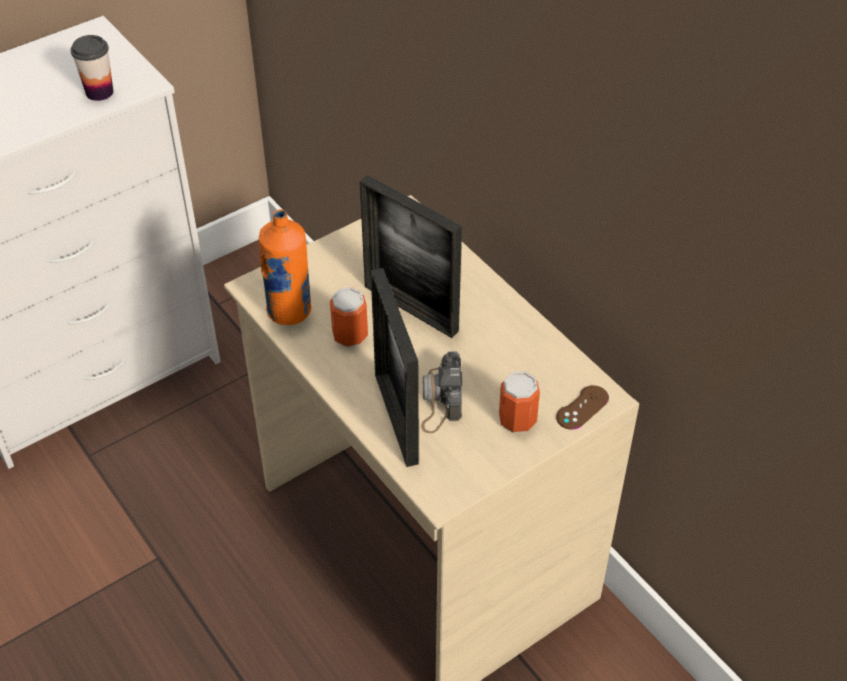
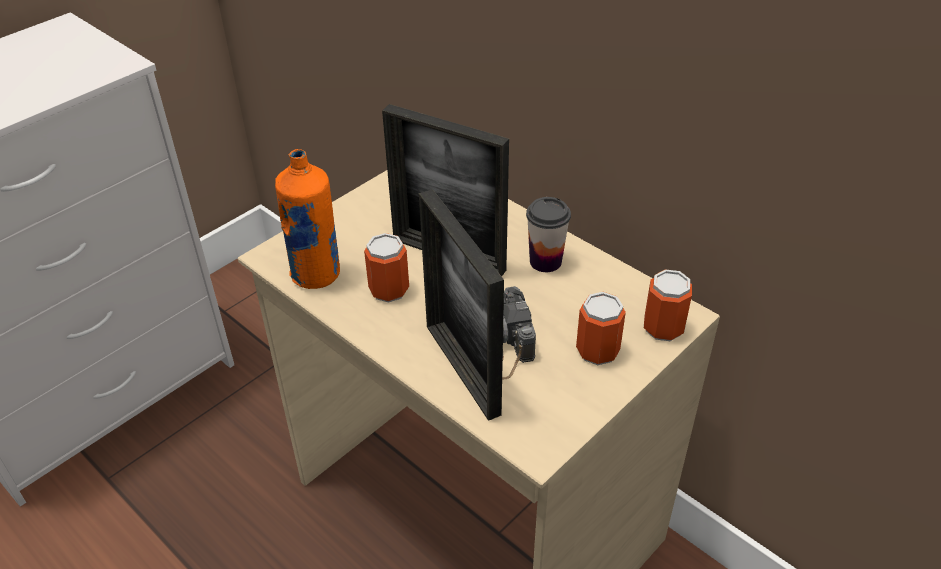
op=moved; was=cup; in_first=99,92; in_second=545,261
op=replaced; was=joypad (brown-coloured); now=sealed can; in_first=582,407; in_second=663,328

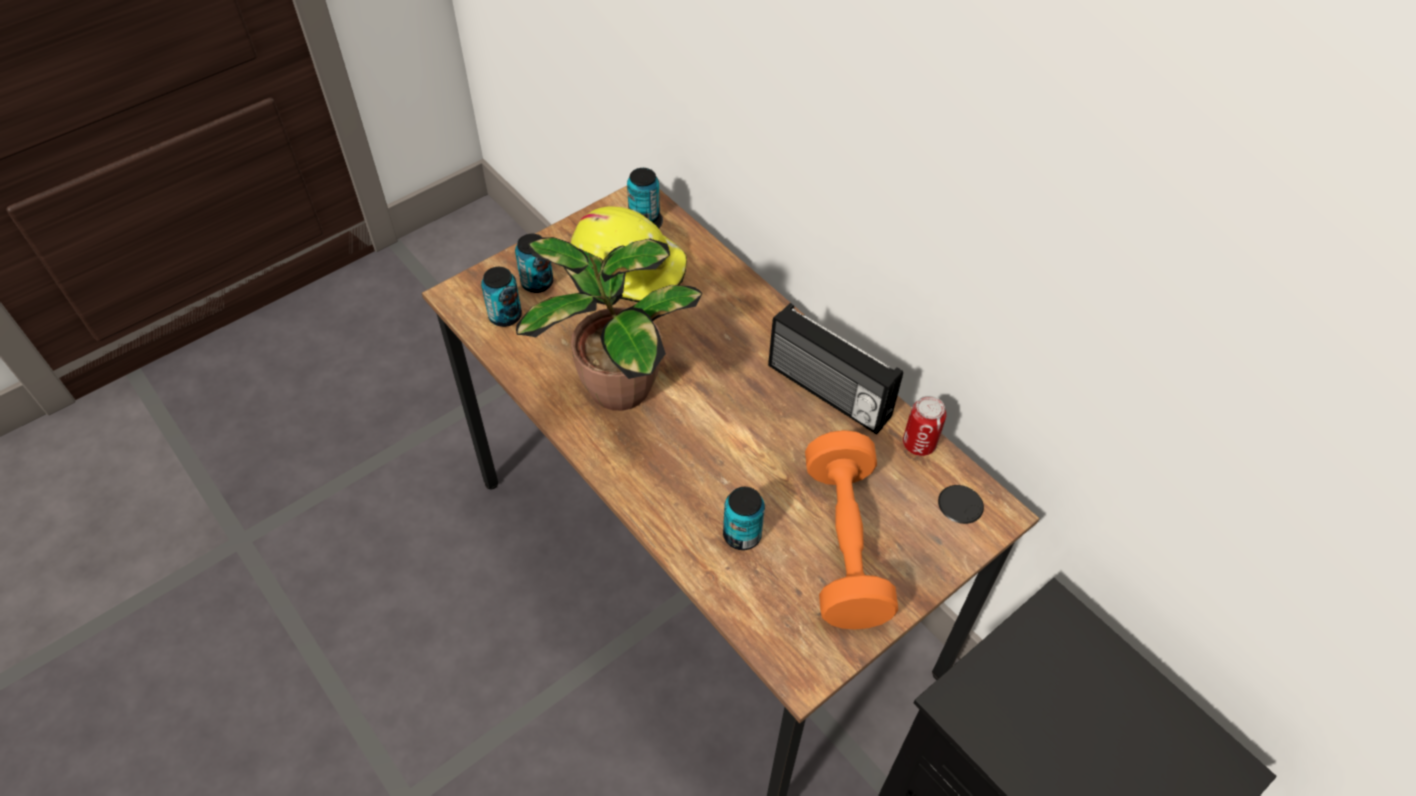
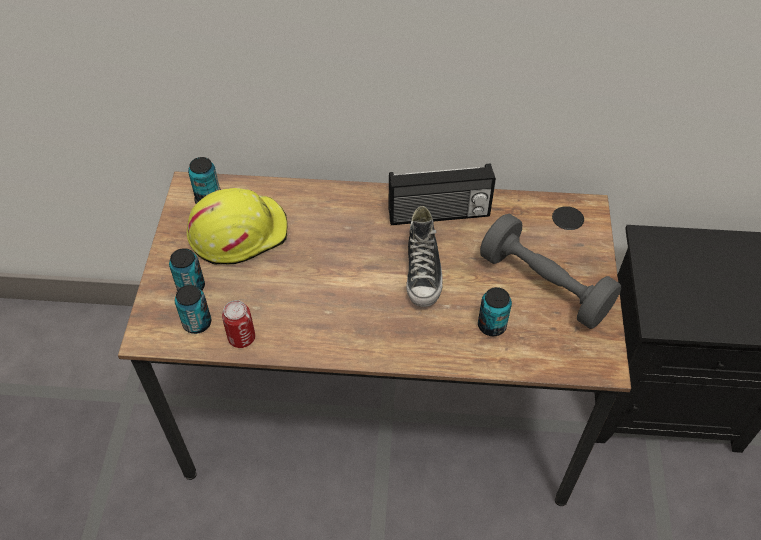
op=removed; was=potted plant; in_first=614,386
op=added; now=shoe; in_second=423,272
op=moved; was=sealed can; in_first=919,444; in_second=241,338
op=recoloured; was=hand weight (orange-coloured); now=hand weight (greyish); in_first=844,545; in_second=544,285

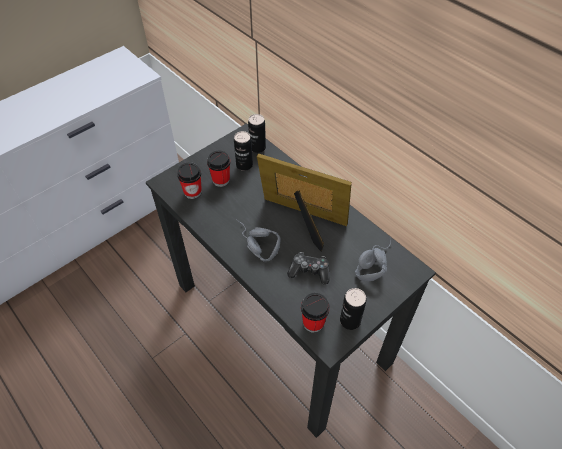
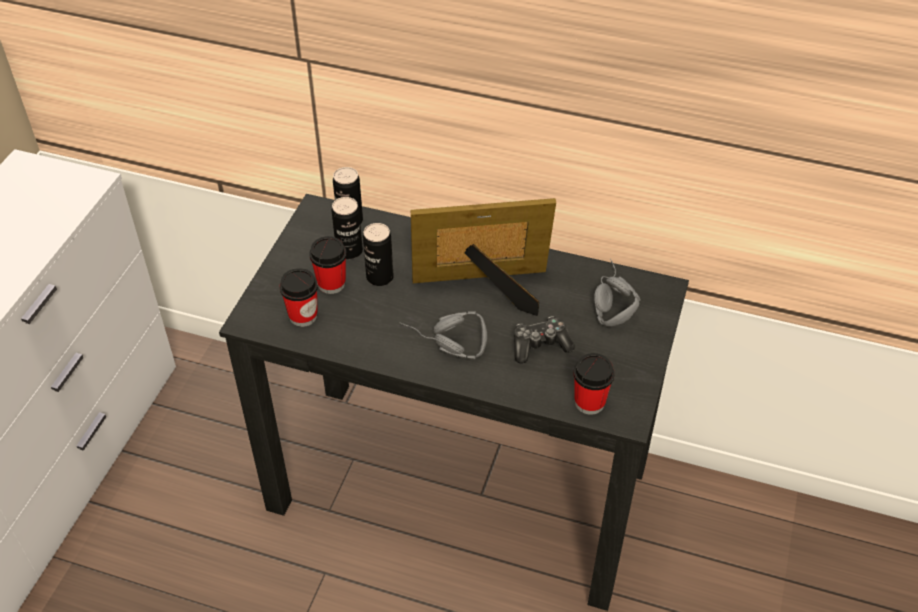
op=moved; was=sealed can; in_first=350,321; in_second=380,277

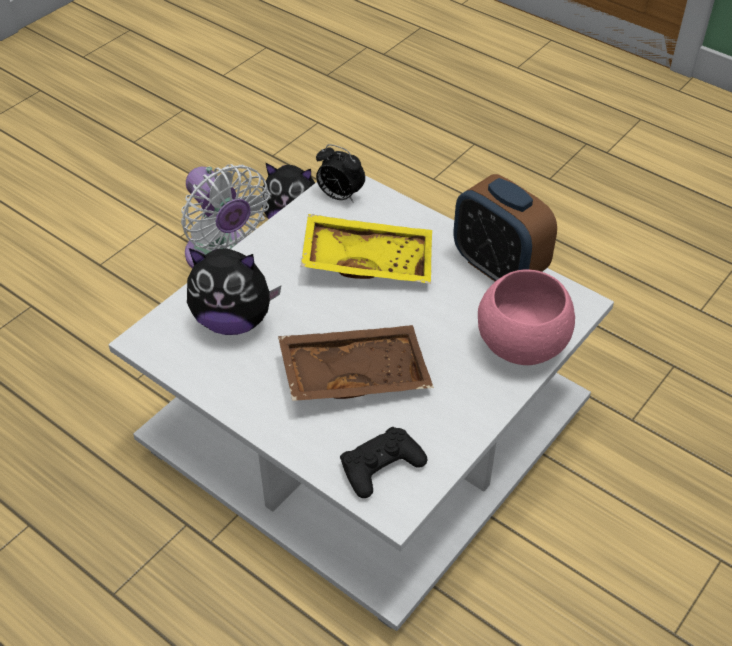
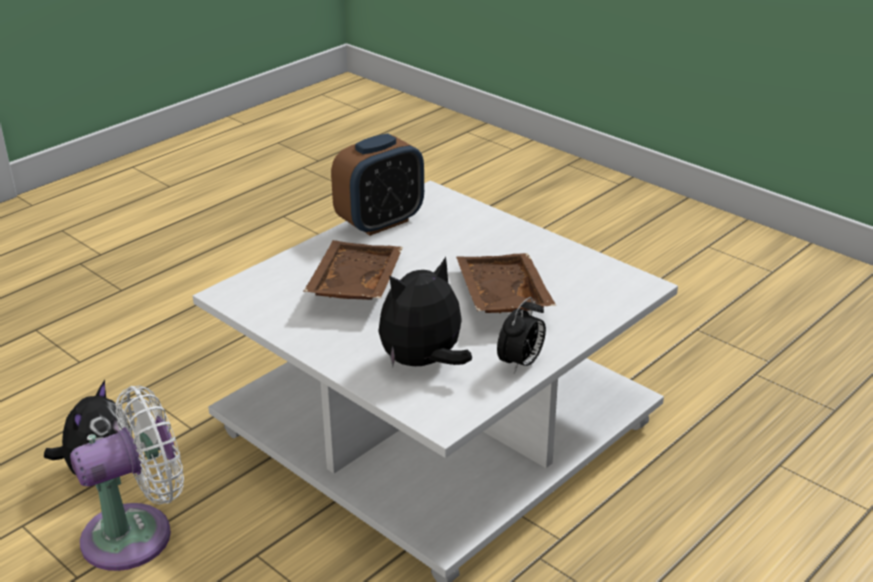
op=removed; was=joypad (blackish); in_first=381,466
op=removed; was=bowl (pinkish); in_first=520,345
op=moved; was=alarm clock; in_first=339,196; in_second=521,363
op=recoloured; was=carrying tray (yellow-coloured); now=carrying tray (brown-coloured); in_first=368,260; in_second=353,284
op=turned; was=plush toy; in_first=233,321; in_second=423,363; clockwise=-135

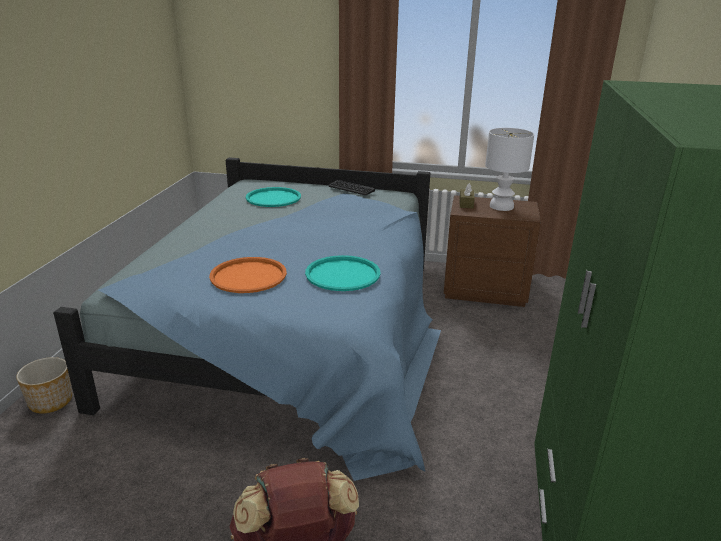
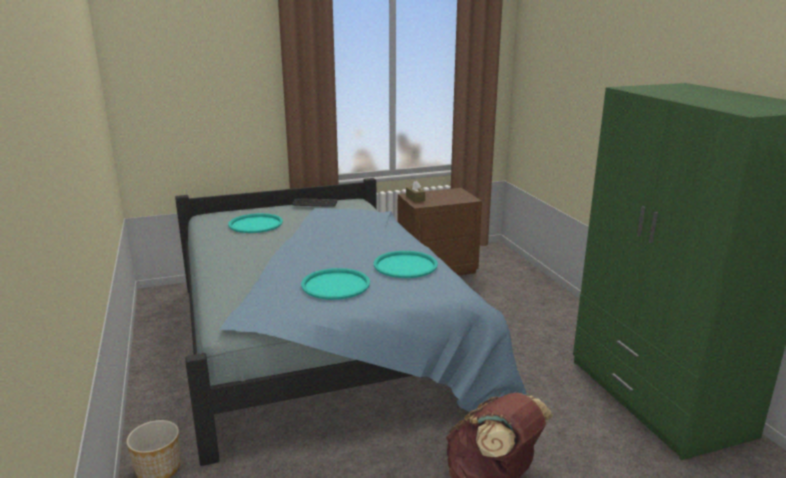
op=removed; was=table lamp (white); in_first=502,206
op=recoloured; was=carrying tray (orange-coloured); now=carrying tray (turquoise-coloured); in_first=248,276; in_second=335,285

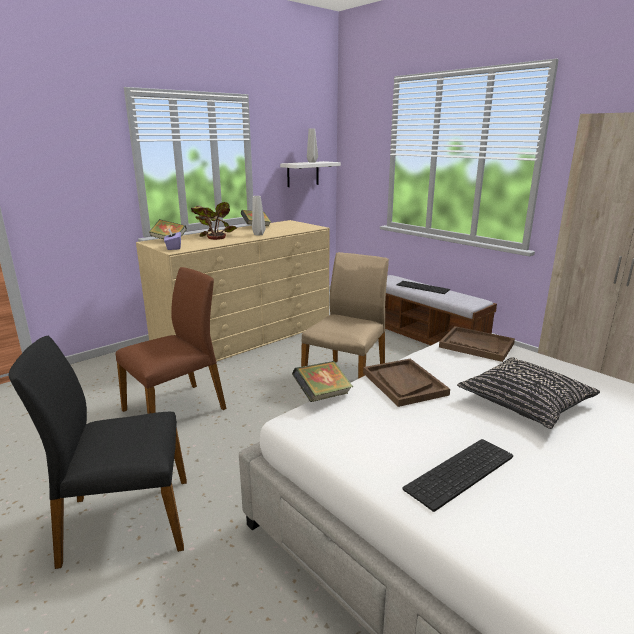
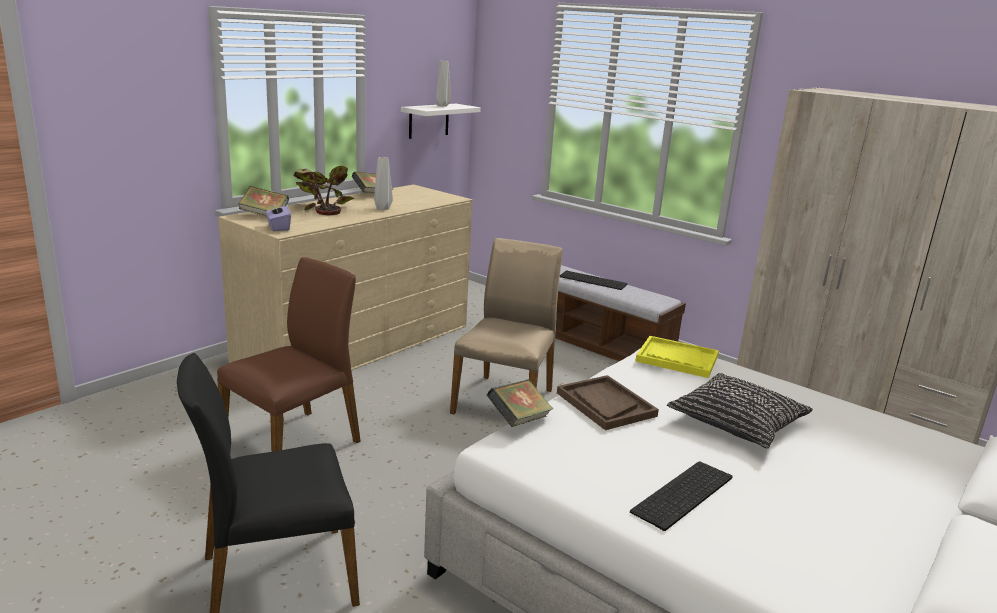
op=recoloured; was=carrying tray (brown-coloured); now=carrying tray (yellow-coloured); in_first=476,345; in_second=676,359

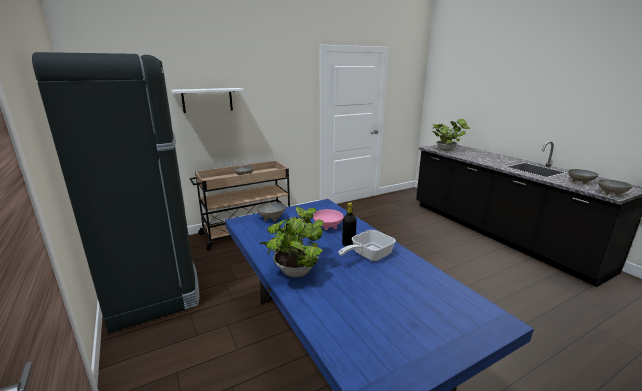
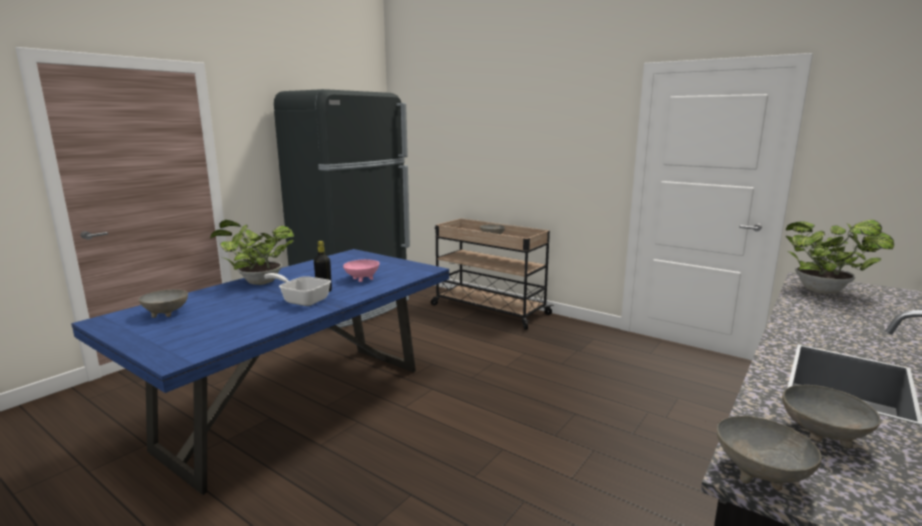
op=removed; was=bracket shelf (white); in_first=207,100
op=moved; was=bowl (greyish); in_first=272,218; in_second=166,313

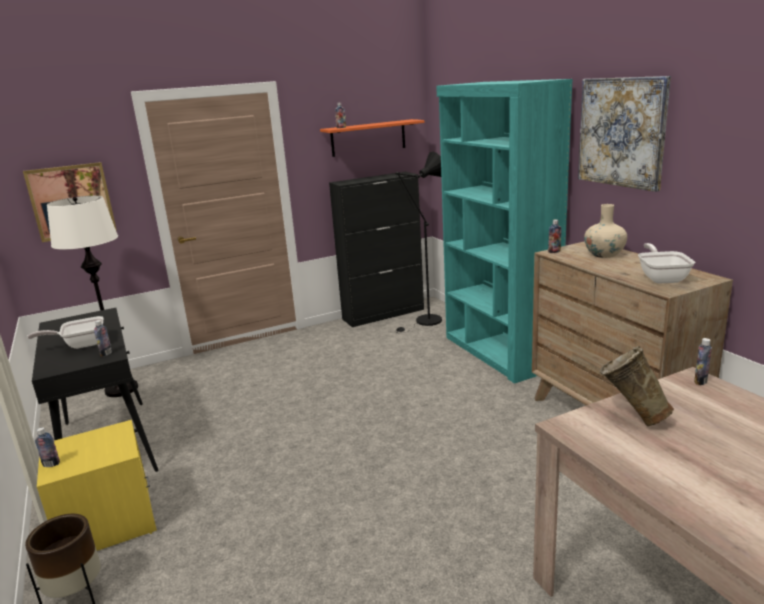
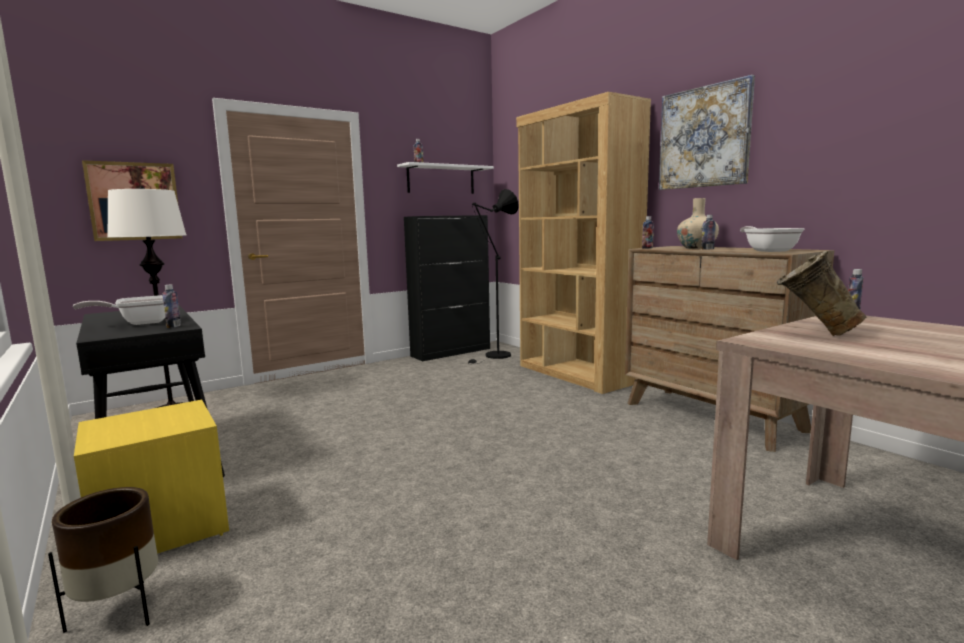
op=moved; was=drink bottle; in_first=51,464; in_second=707,249
op=recoloured; was=bracket shelf (orange-coloured); now=bracket shelf (white); in_first=368,138; in_second=441,179
op=recoloured; was=bookcase (turquoise-coloured); now=bookcase (brown-coloured); in_first=498,352; in_second=576,374

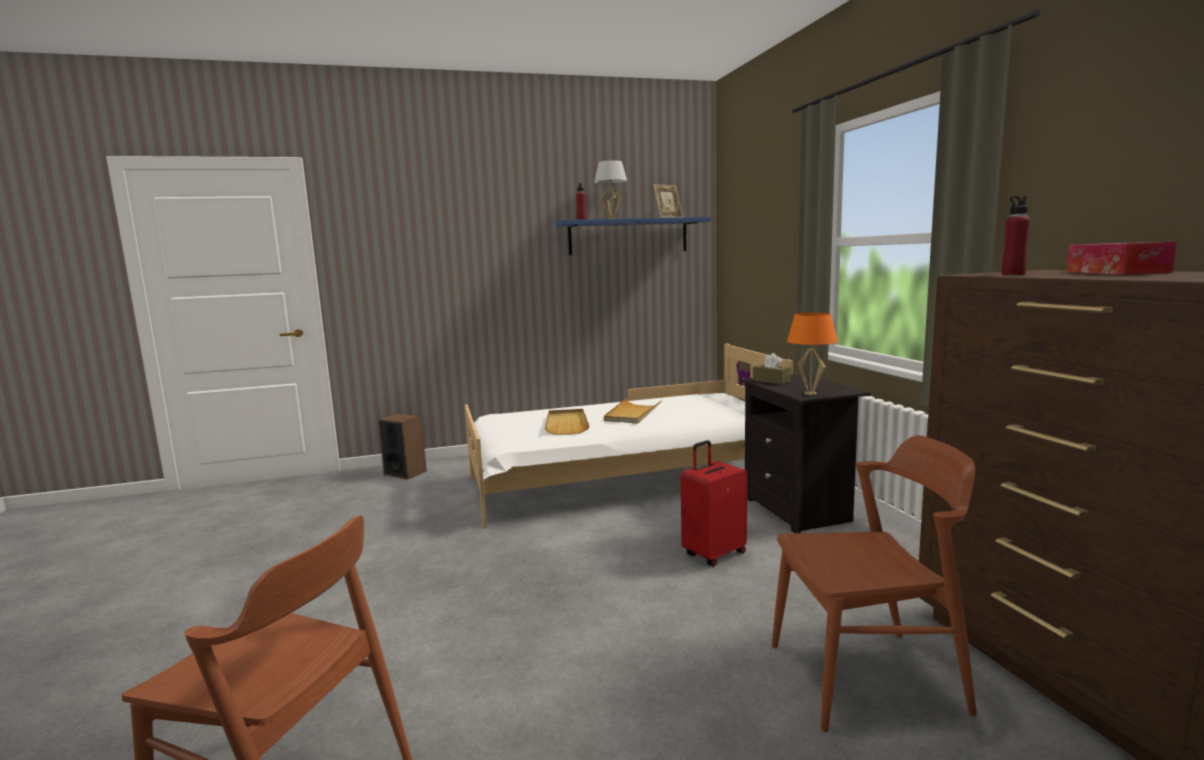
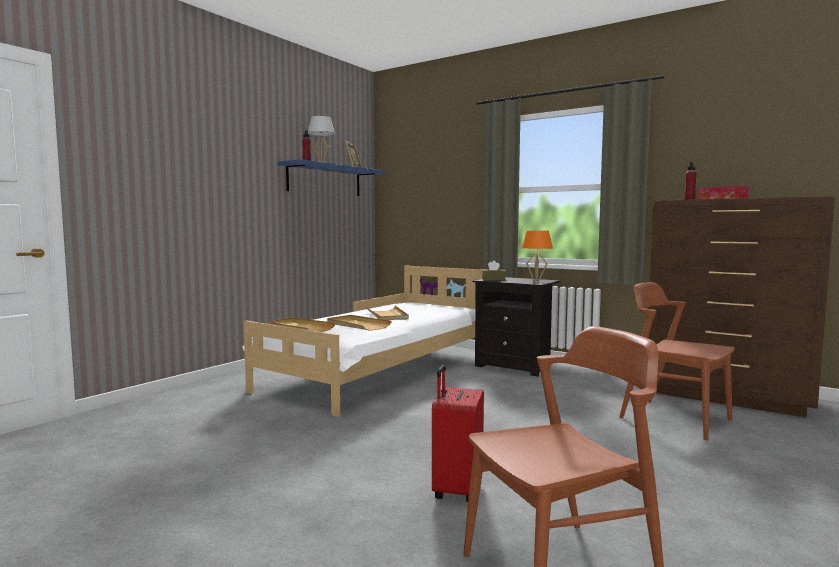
op=removed; was=audio speaker; in_first=405,473
op=added; now=carrying tray (beige); in_second=300,328
op=moved; was=piece of luggage (reddish); in_first=713,554; in_second=456,490
op=turned; was=chair (brown-coloured); in_first=866,677; in_second=674,418; clockwise=-90

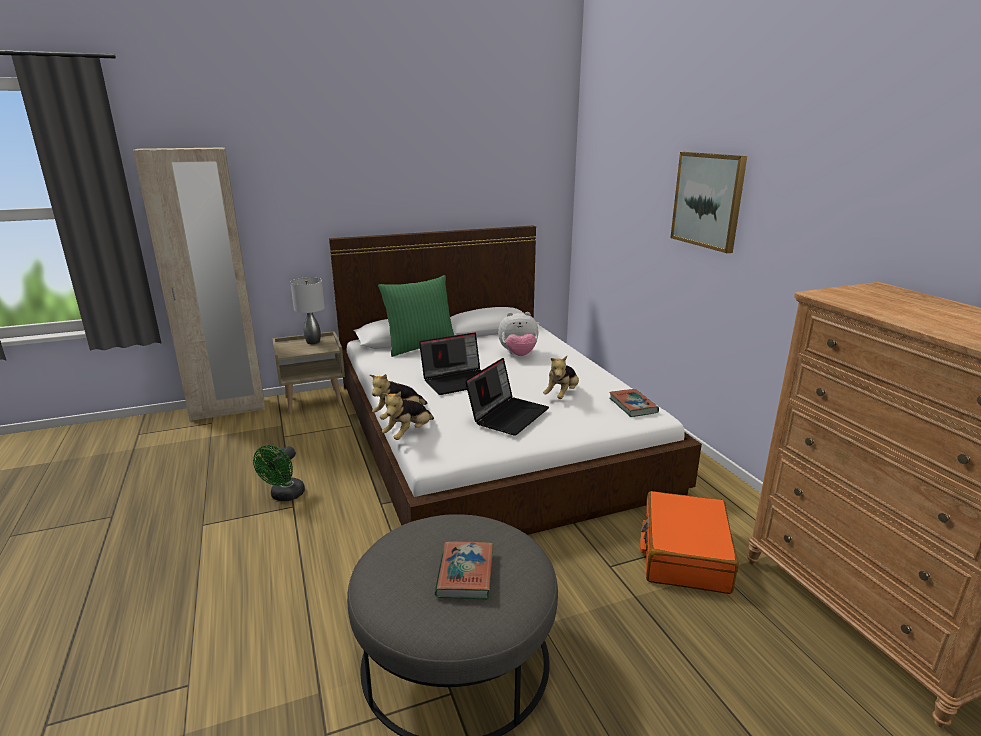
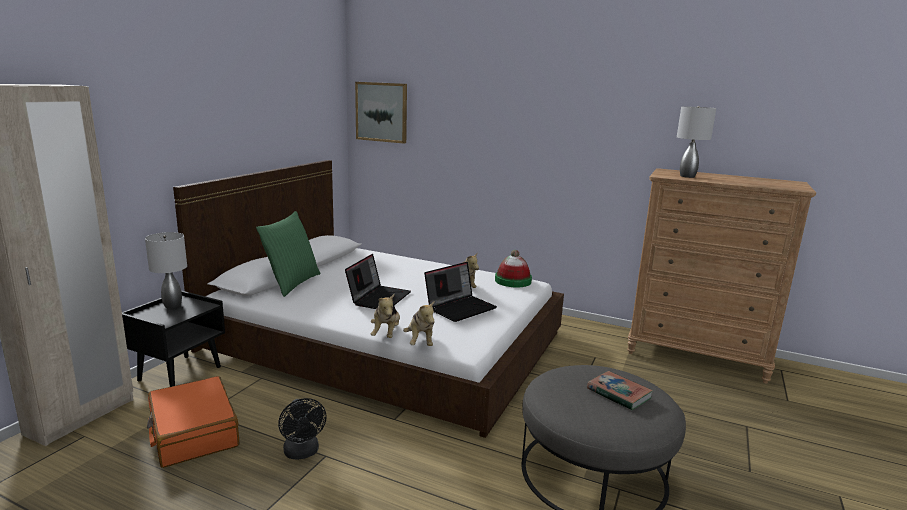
op=removed; was=plush toy; in_first=518,355
op=added; now=table lamp (greyish); in_second=687,176
op=moved; was=piece of luggage (orange-coloured); in_first=684,554; in_second=193,432
op=moved; was=wall art; in_first=708,200; in_second=381,112
op=replaced; was=volume; now=wearable hat; in_first=633,406; in_second=513,281
op=recoloured; was=cooling fan (green); now=cooling fan (blackish); in_first=284,496; in_second=302,453
op=recoloured; was=nightstand (beige); now=nightstand (blackish); in_first=314,401; in_second=180,373
op=turned; was=portable computer; in_first=508,415; in_second=460,307; clockwise=60

